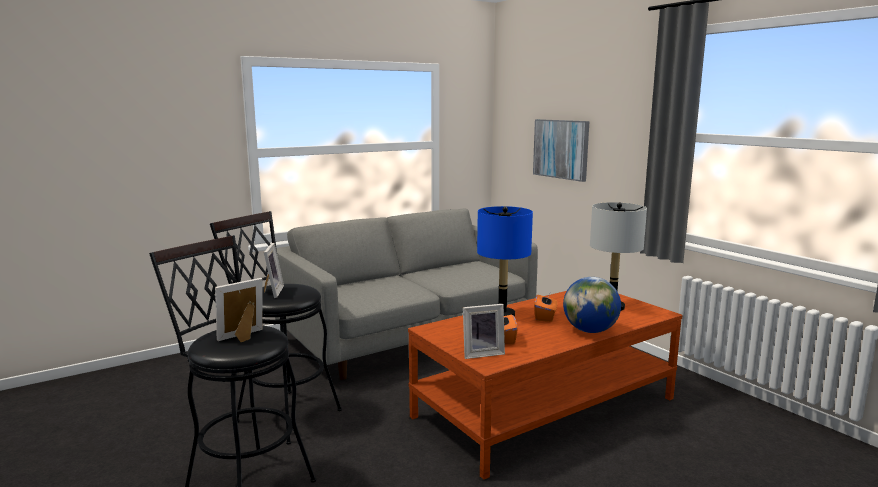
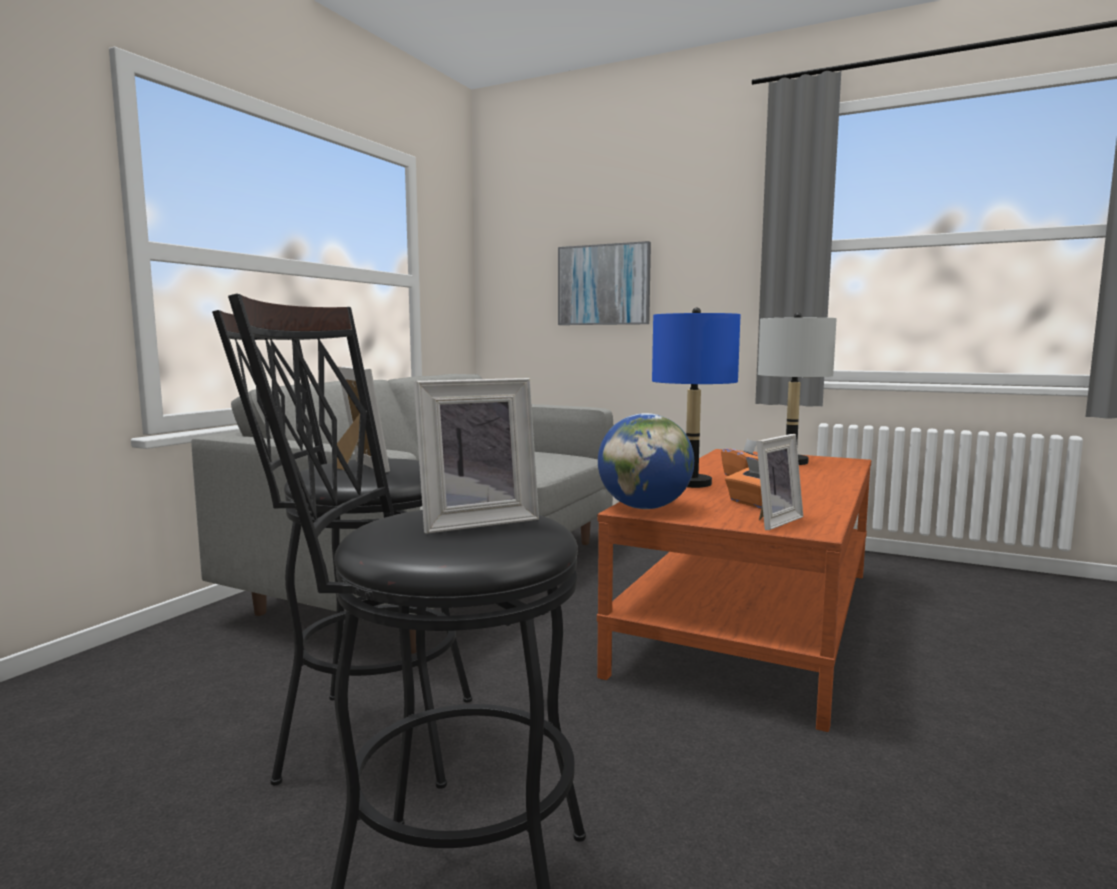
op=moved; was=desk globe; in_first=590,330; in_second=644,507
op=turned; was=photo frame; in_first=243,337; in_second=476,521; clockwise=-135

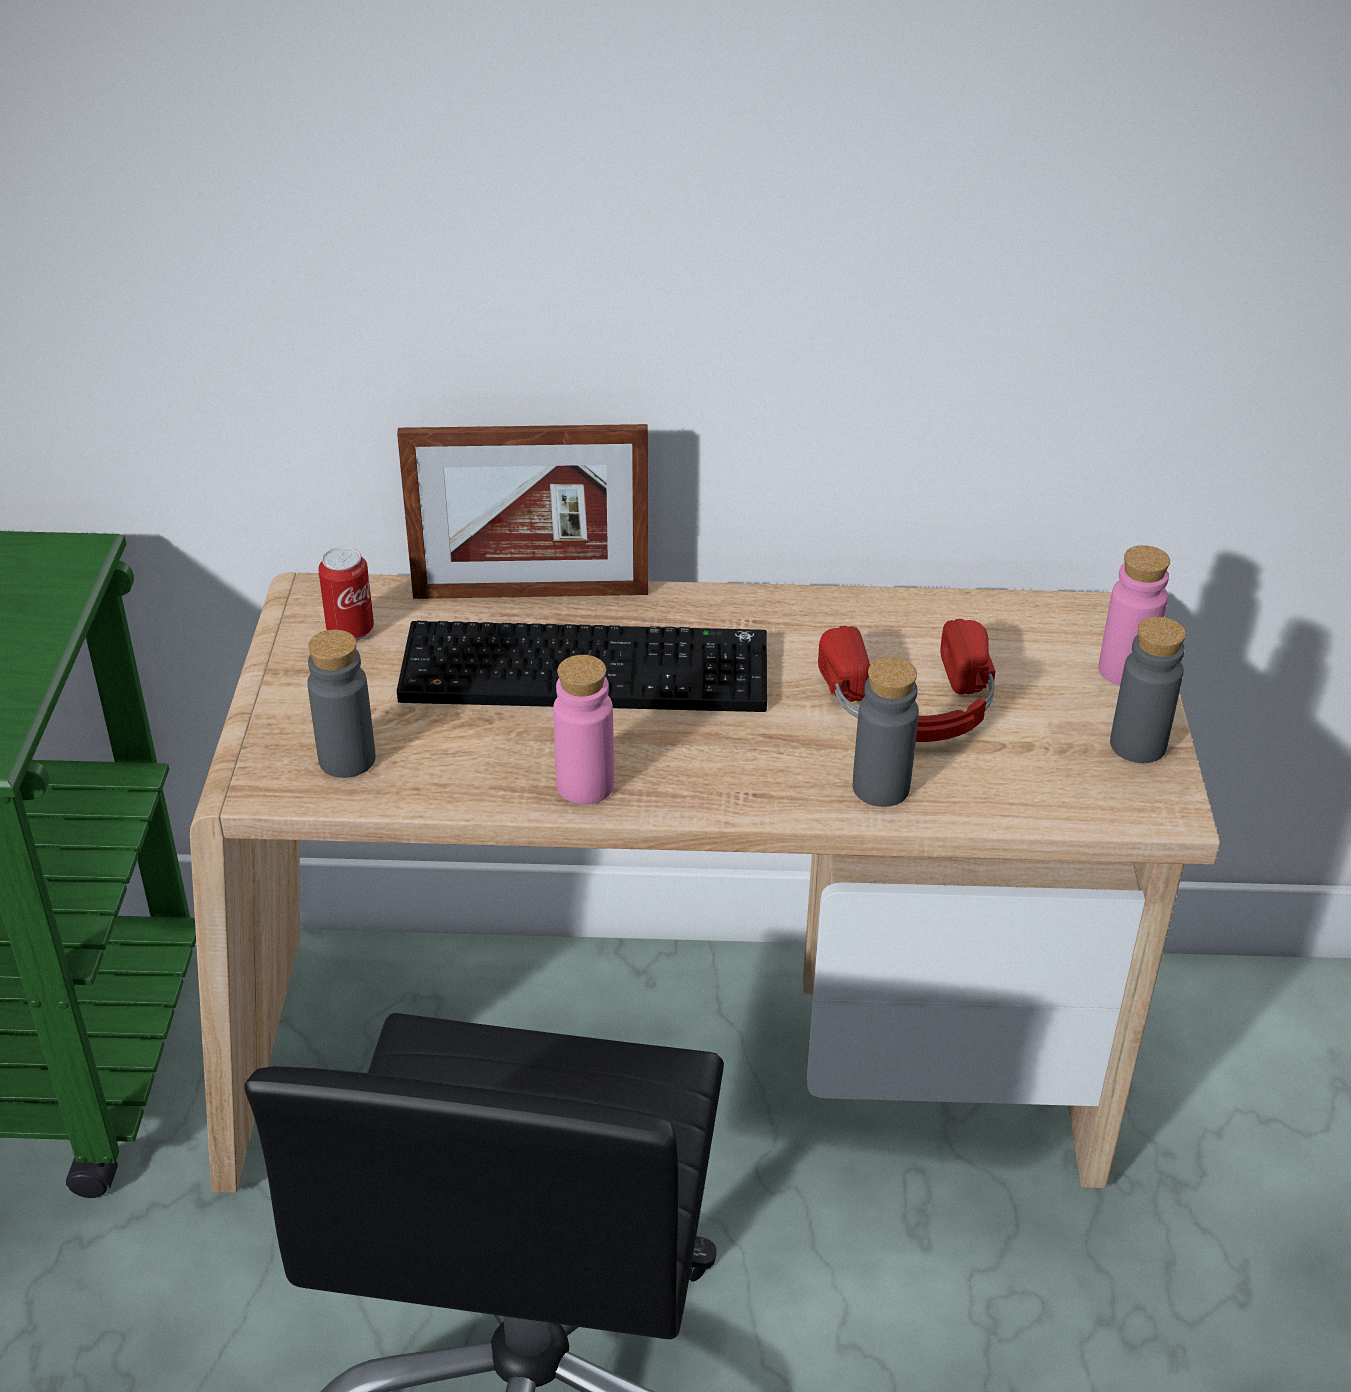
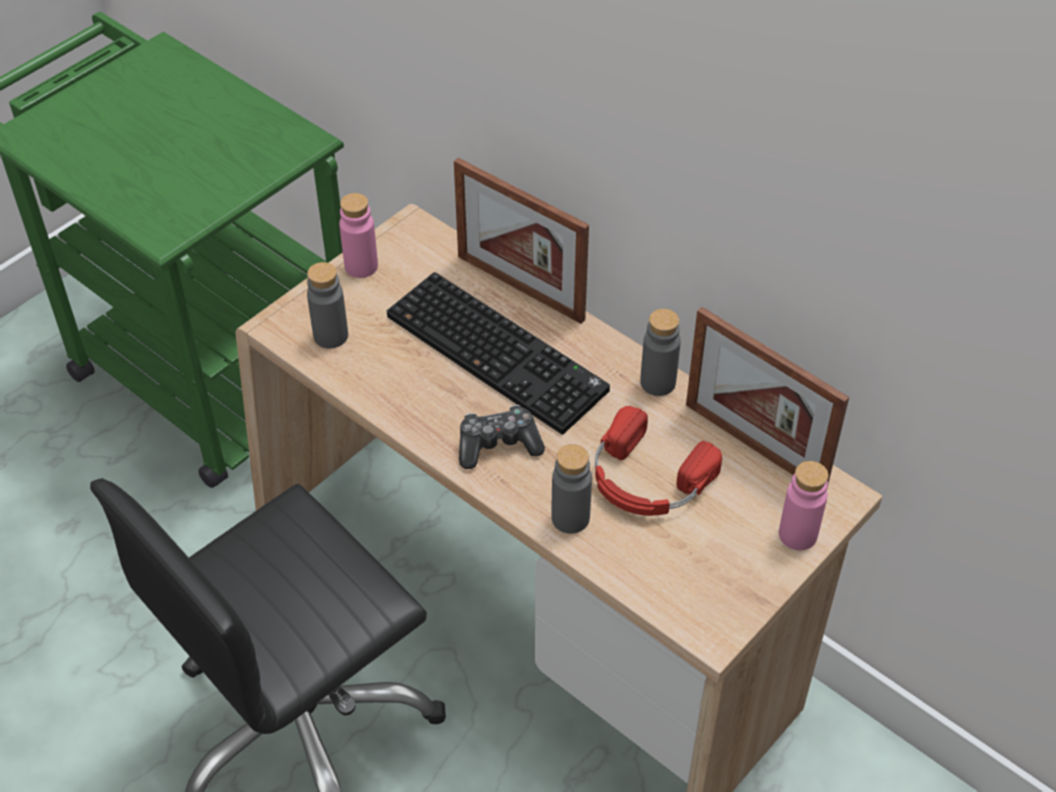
op=removed; was=sealed can; in_first=350,631
op=added; now=joypad; in_second=498,445
op=added; now=photo frame; in_second=754,446
op=moved; was=drink bottle (pinkish); in_first=585,785; in_second=361,266
op=moved; was=drink bottle (greyish); in_first=1137,745; in_second=658,382

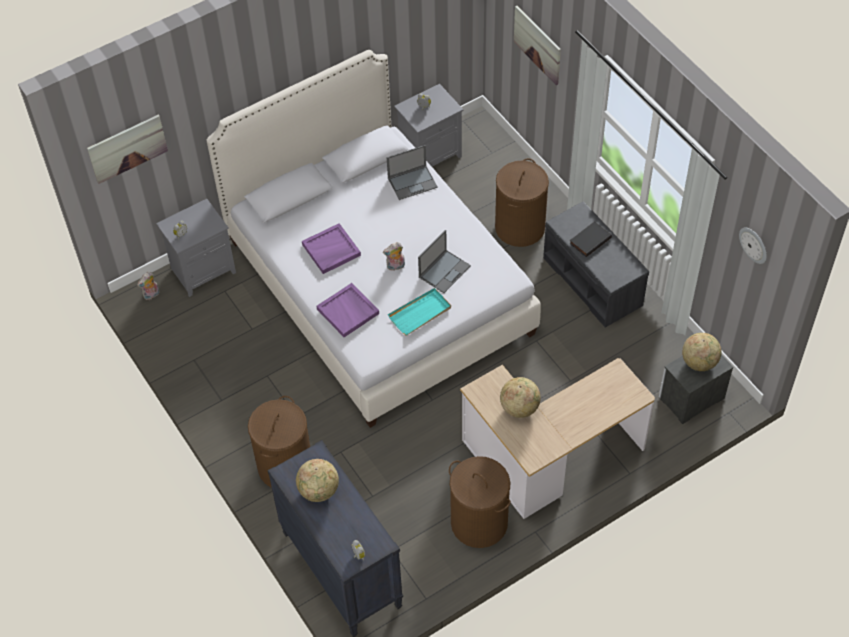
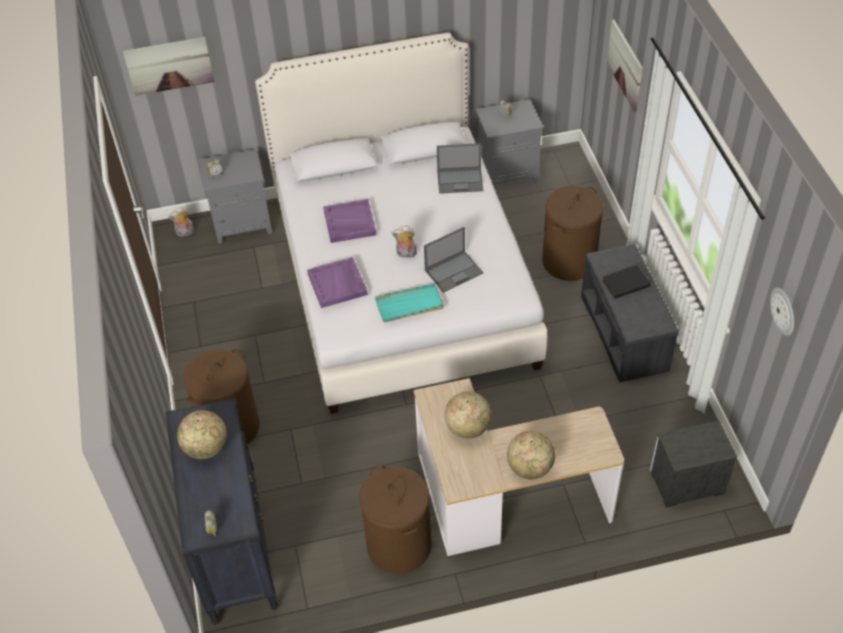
op=moved; was=desk globe; in_first=699,362; in_second=530,468

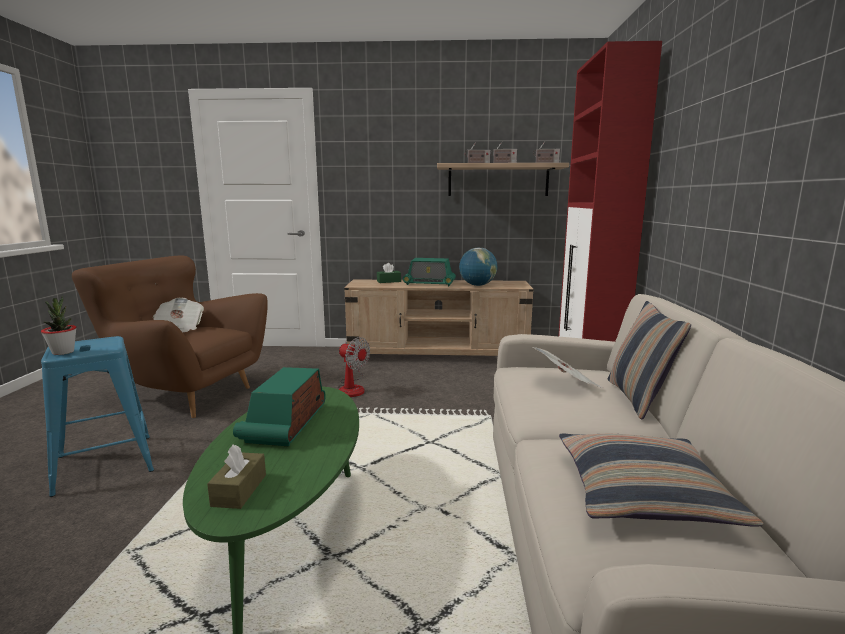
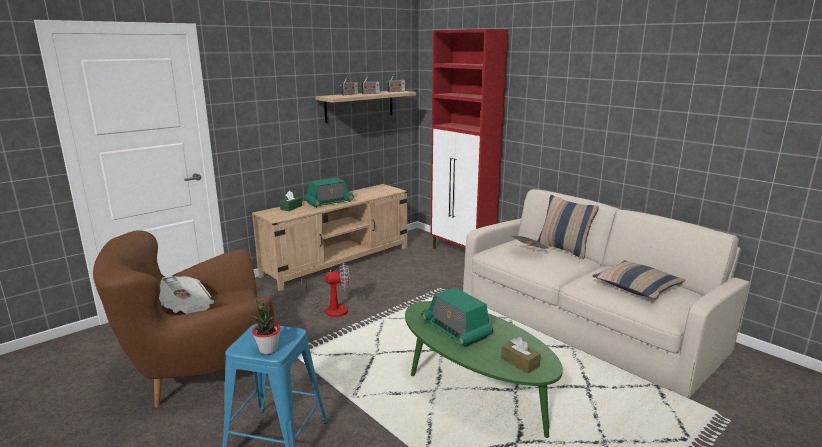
op=removed; was=desk globe; in_first=477,285

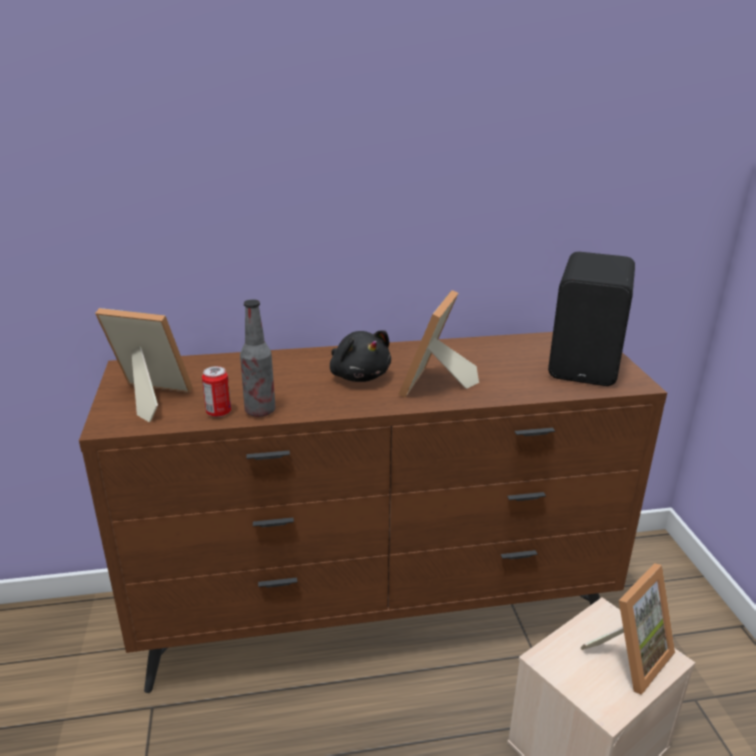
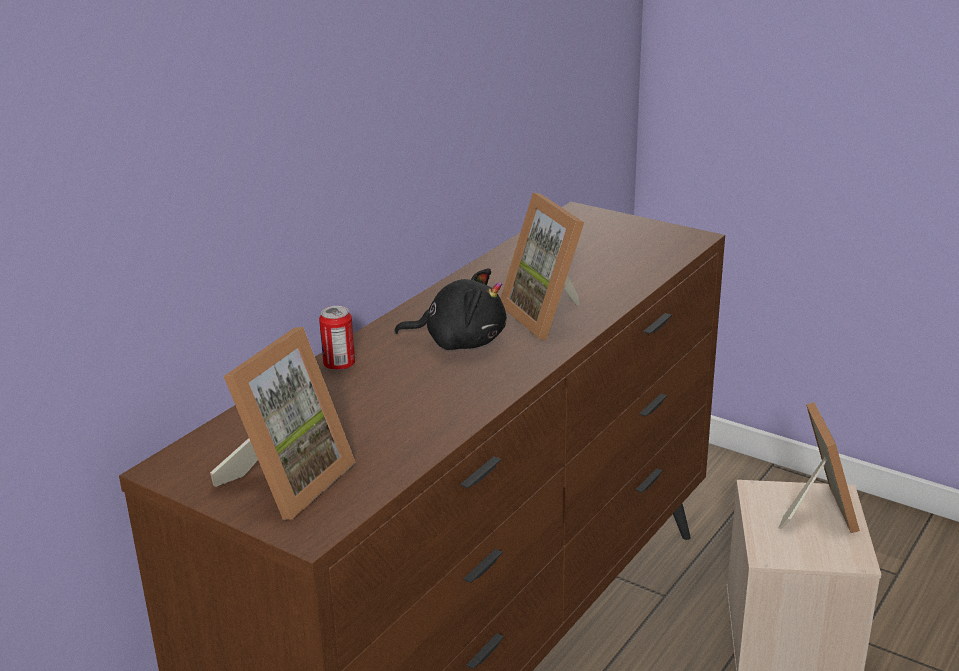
op=removed; was=drink bottle; in_first=260,411
op=removed; was=audio speaker (blackish); in_first=587,364
op=moved; was=sealed can; in_first=218,412; in_second=339,365
op=turned; was=photo frame; in_first=148,398; in_second=287,481; clockwise=150

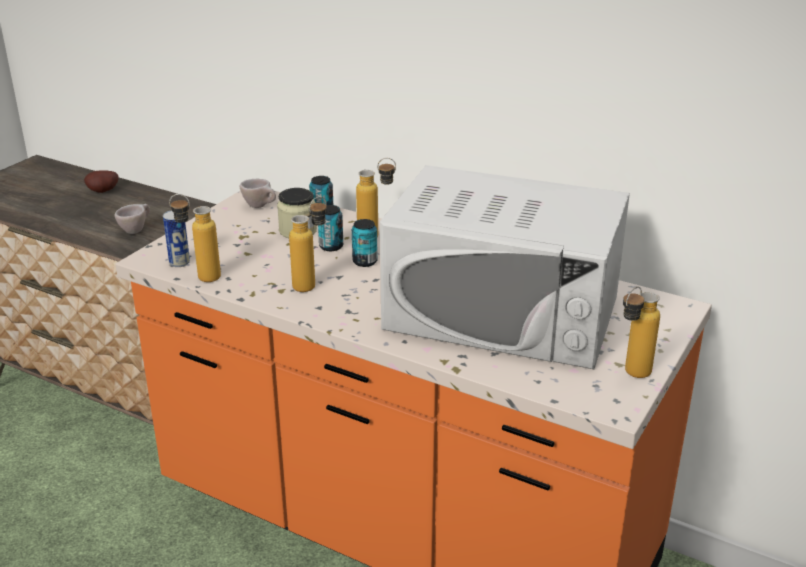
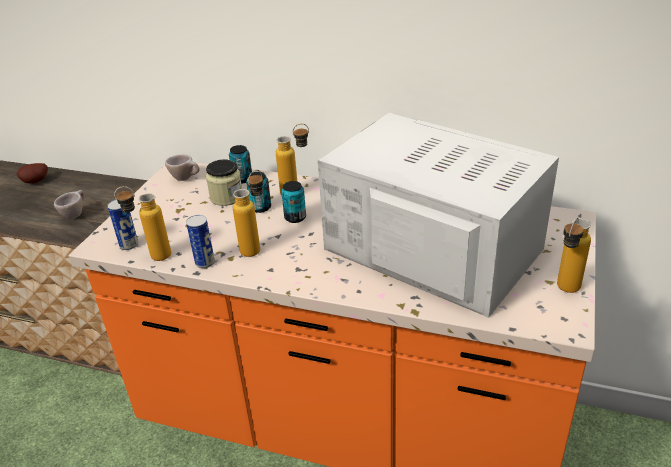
op=added; now=sealed can; in_second=205,262
op=turned; was=microwave oven (white); in_first=502,313; in_second=432,248; clockwise=-150

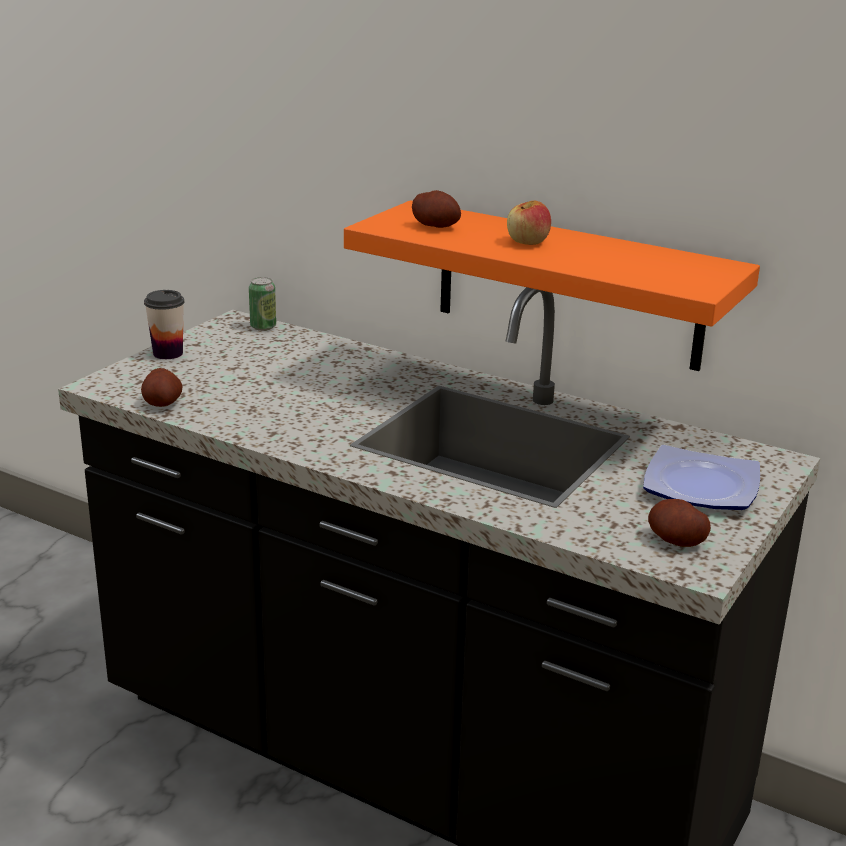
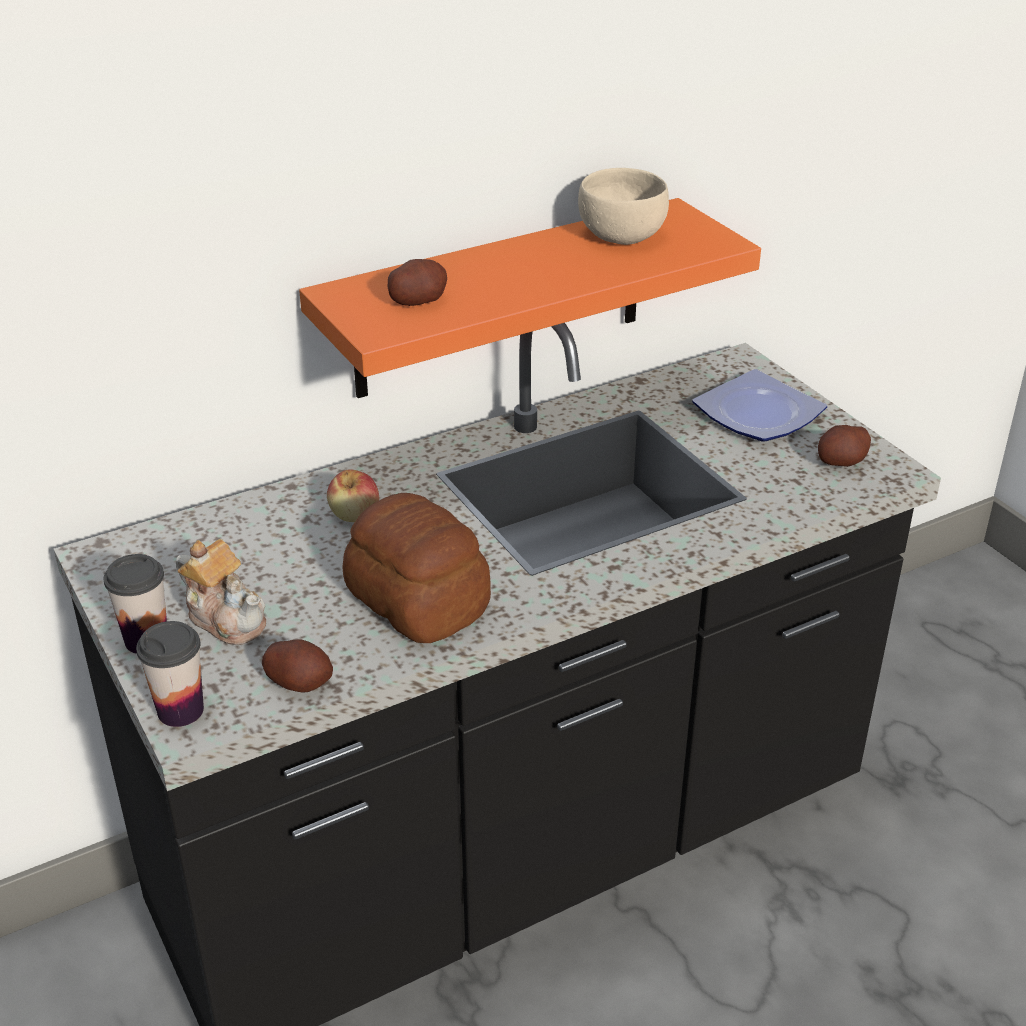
op=removed; was=sealed can; in_first=263,327
op=added; now=cup; in_second=180,710
op=added; now=pot for tea; in_second=226,618
op=added; now=baked bread; in_second=418,600
op=added; now=bowl (beige); in_second=622,236
op=moved; was=apple fruit; in_first=528,242; in_second=354,515

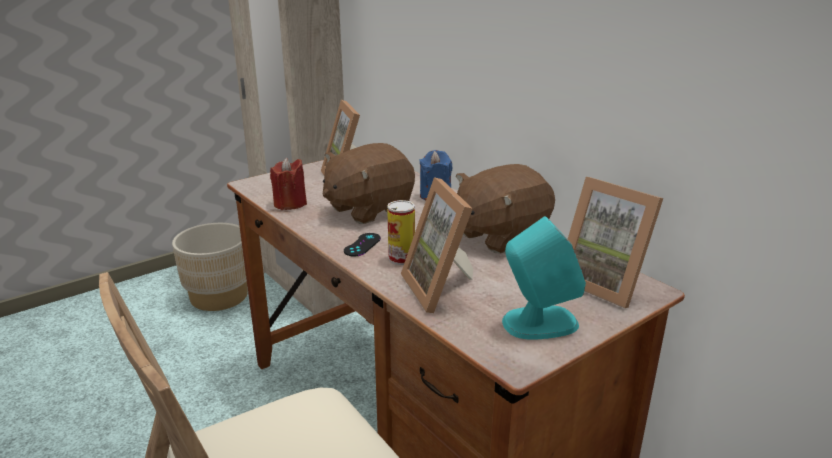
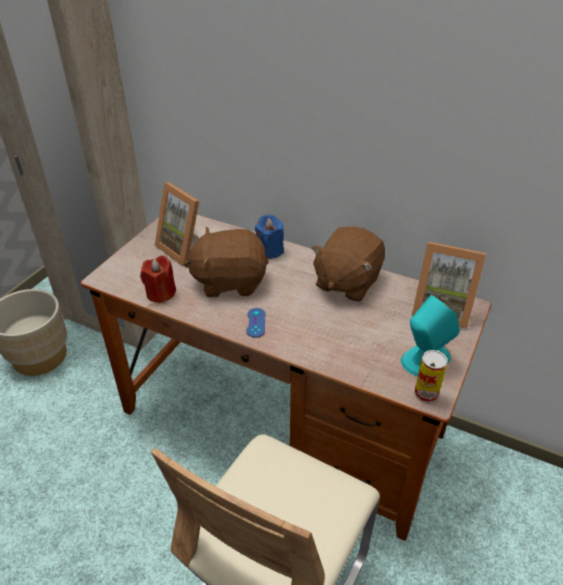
op=removed; was=photo frame; in_first=443,288
op=moved; was=sealed can; in_first=401,258; in_second=426,393
op=recoloured; was=joypad (blackish); now=joypad (bluish); in_first=362,245; in_second=256,322
op=turned; was=plush toy (brown-coloured); in_first=368,209; in_second=229,281; clockwise=60

